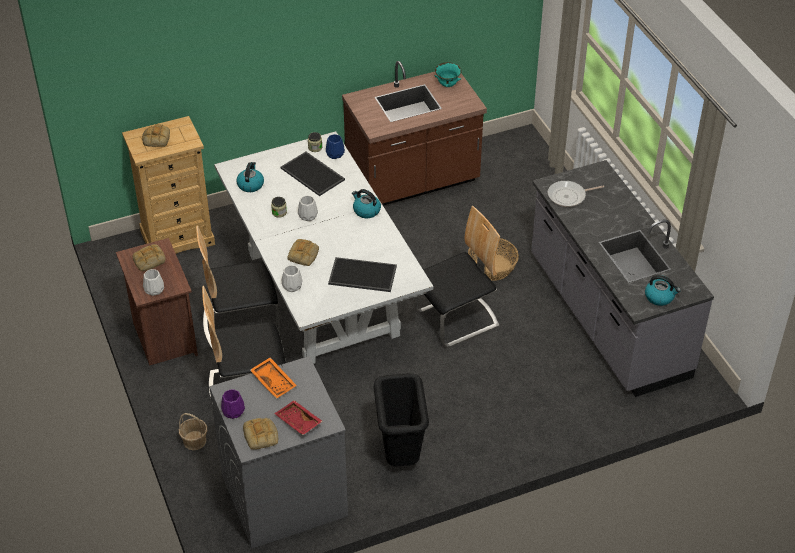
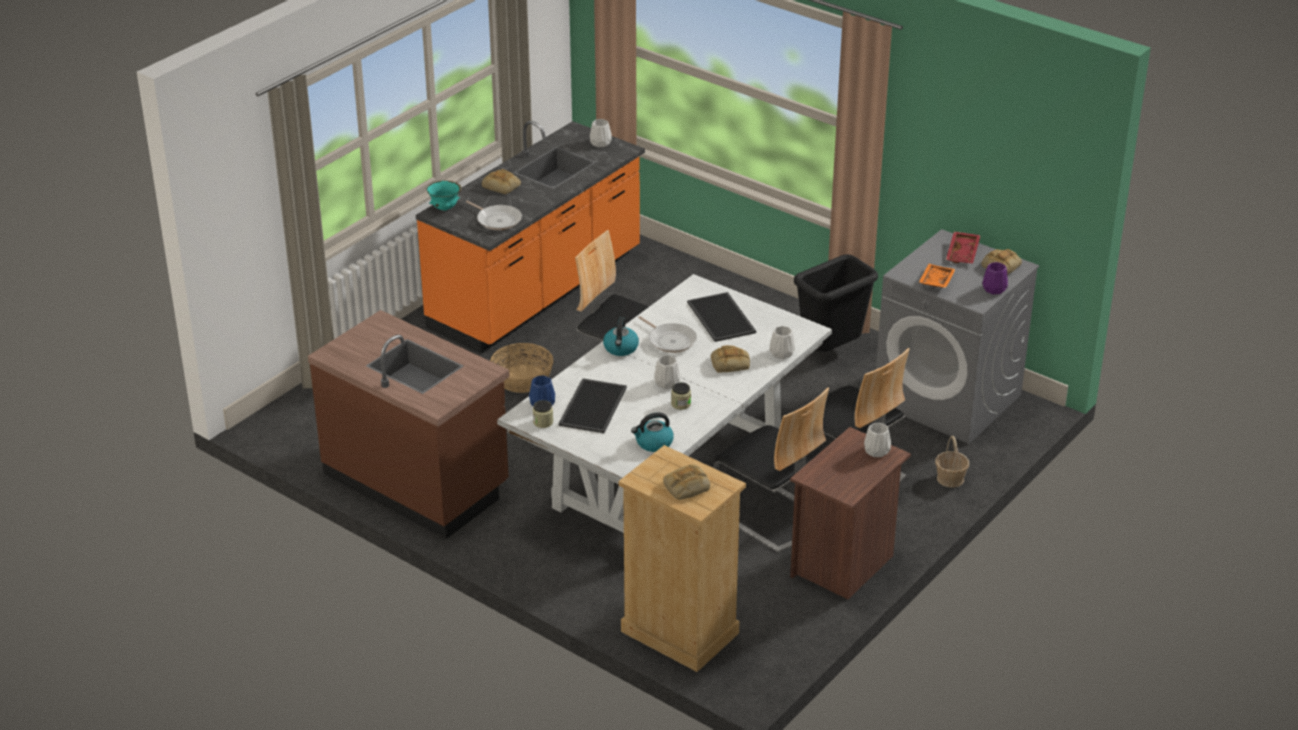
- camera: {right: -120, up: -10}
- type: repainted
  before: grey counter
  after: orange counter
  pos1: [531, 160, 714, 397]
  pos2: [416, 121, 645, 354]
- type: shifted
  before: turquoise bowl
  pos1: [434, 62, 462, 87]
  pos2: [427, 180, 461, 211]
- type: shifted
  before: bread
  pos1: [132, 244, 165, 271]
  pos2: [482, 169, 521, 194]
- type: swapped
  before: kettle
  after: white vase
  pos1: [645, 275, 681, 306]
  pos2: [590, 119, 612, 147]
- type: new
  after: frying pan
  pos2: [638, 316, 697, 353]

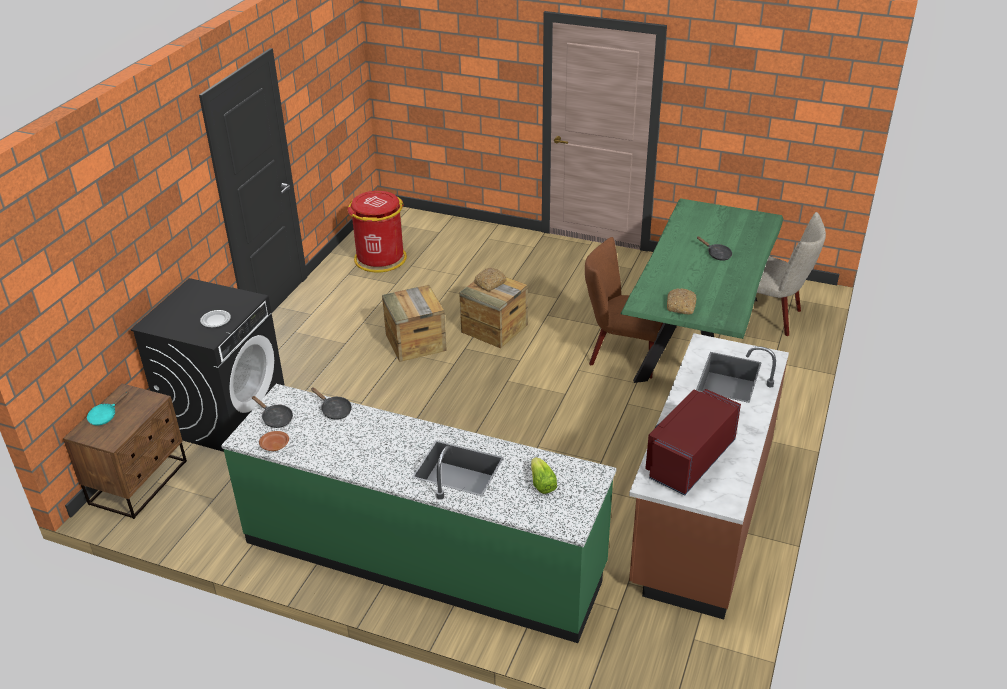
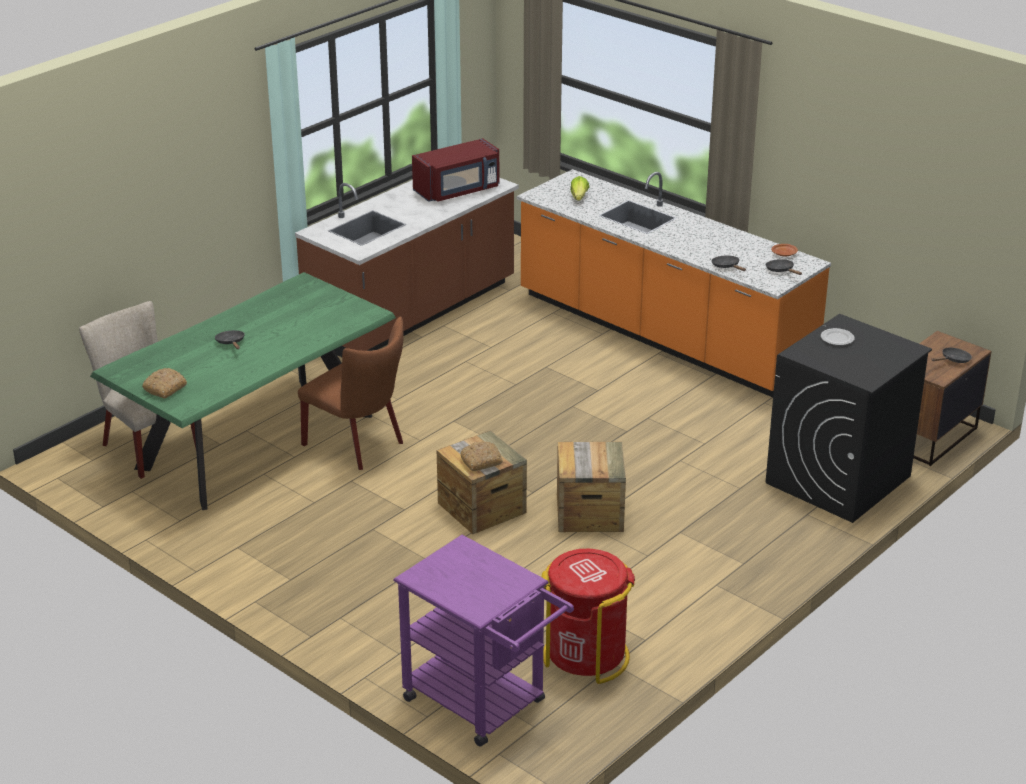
- camera: {right: -160, up: -5}
- type: shifted
  before: bread
  pos1: [667, 288, 697, 314]
  pos2: [142, 368, 187, 399]
- type: new
  after: purple cart
  pos2: [393, 535, 574, 747]
- type: repainted
  before: green counter
  after: orange counter
  pos1: [221, 384, 617, 643]
  pos2: [517, 169, 831, 397]
- type: repainted
  before: turquoise frying pan
  after: black frying pan
  pos1: [87, 391, 129, 426]
  pos2: [931, 348, 972, 363]

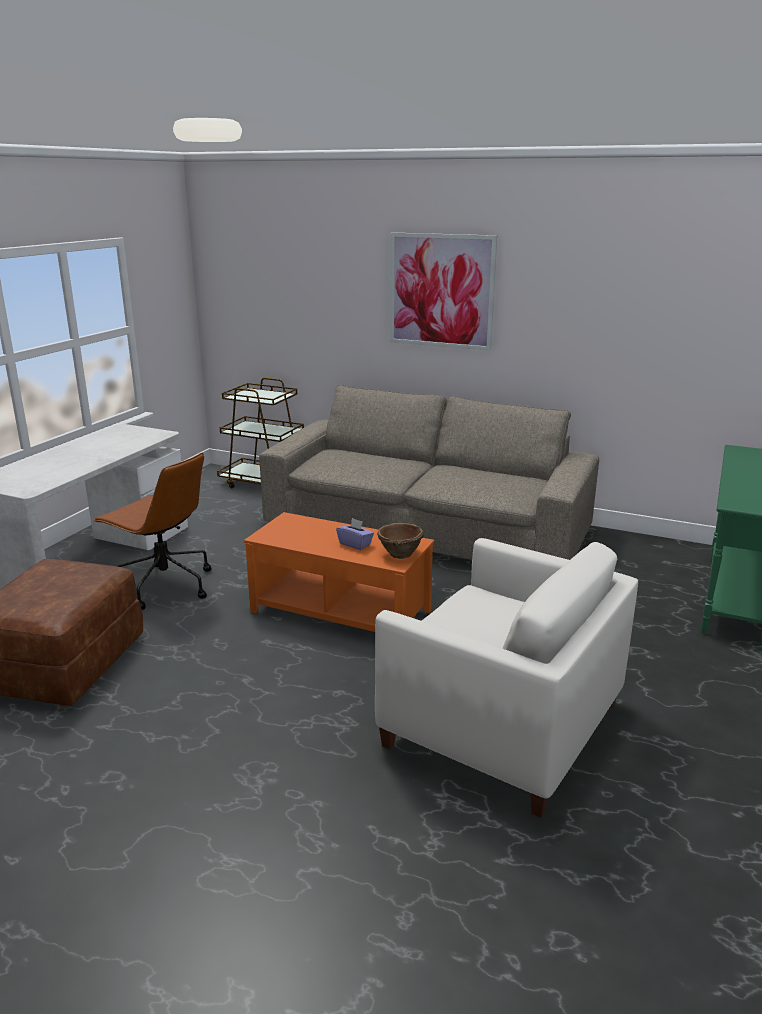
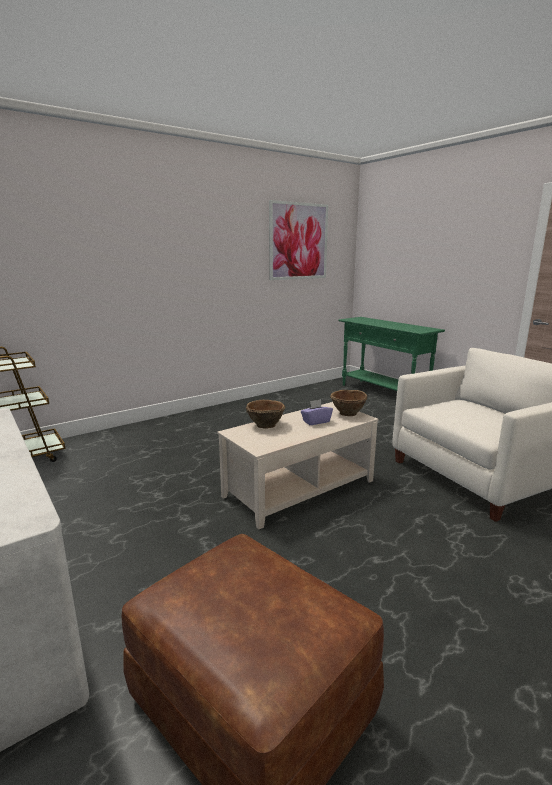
- camera: {right: -60, up: -5}
- type: repainted
  before: orange coffee table
  after: beige coffee table
  pos1: [244, 512, 434, 632]
  pos2: [217, 402, 379, 529]
- type: new
  after: brown bowl
  pos2: [246, 400, 285, 429]
- type: shifted
  before: picture
  pos1: [390, 232, 497, 351]
  pos2: [269, 200, 328, 280]
- type: gone
  before: brown office chair
  pos1: [93, 452, 212, 610]
- type: gone
  before: beige sofa
  pos1: [259, 385, 599, 560]

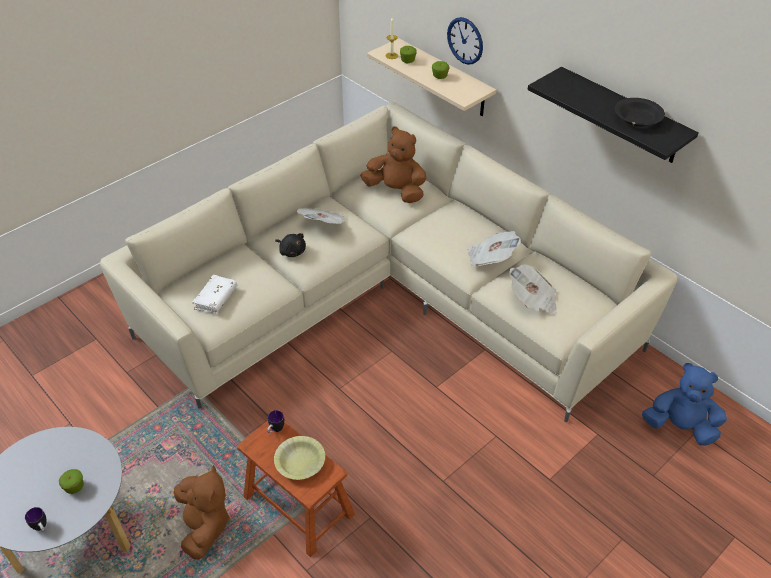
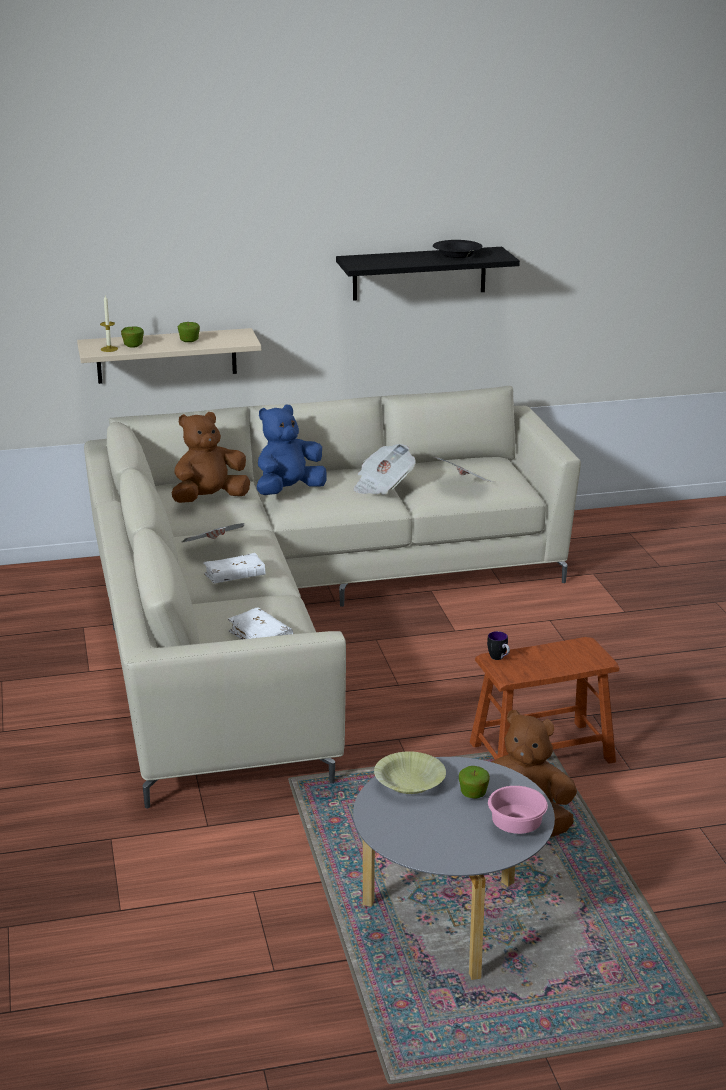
- camera: {right: -60, up: -20}
- type: swapped
  before: black plush toy
  after: white book
  pos1: [275, 233, 306, 257]
  pos2: [203, 553, 265, 583]
- type: shifted
  before: blue plush toy
  pos1: [642, 363, 727, 446]
  pos2: [257, 404, 327, 495]
- type: shifted
  before: yellow bowl
  pos1: [274, 436, 325, 480]
  pos2: [374, 751, 446, 794]
- type: swapped
  before: mug
  after: pink bowl
  pos1: [25, 507, 47, 531]
  pos2: [488, 786, 548, 834]
- type: gone
  before: wall clock
  pos1: [447, 17, 483, 65]

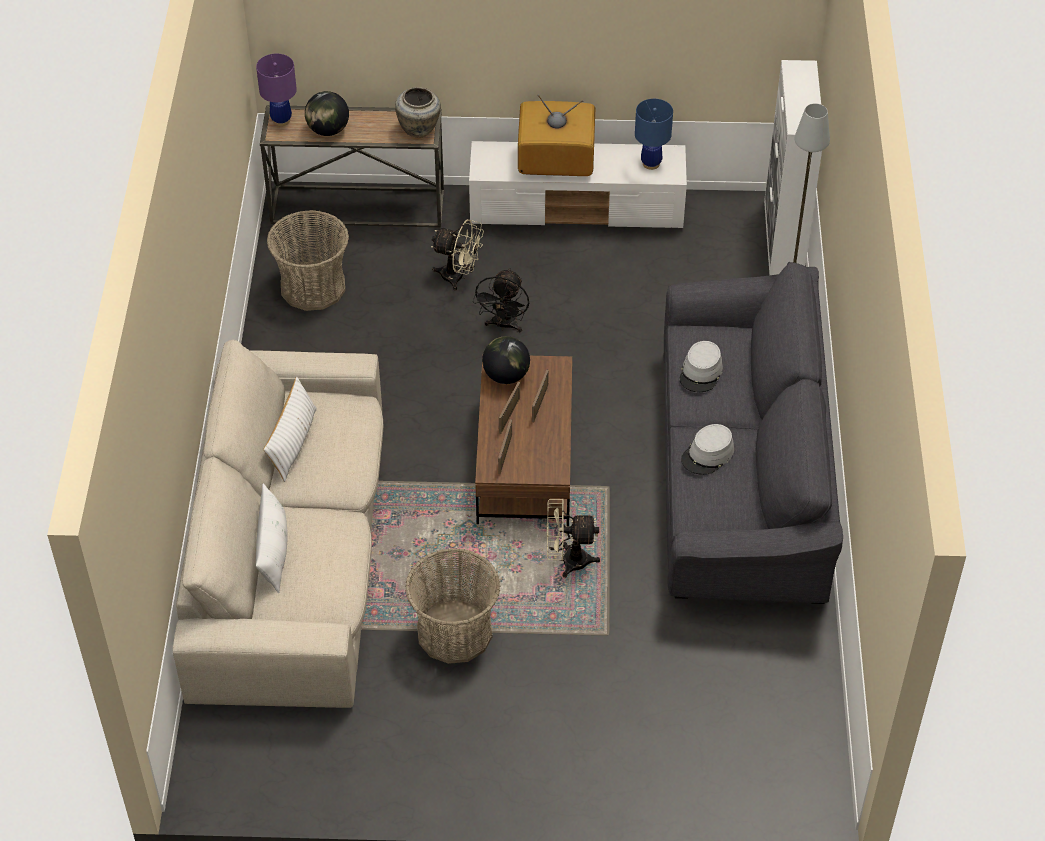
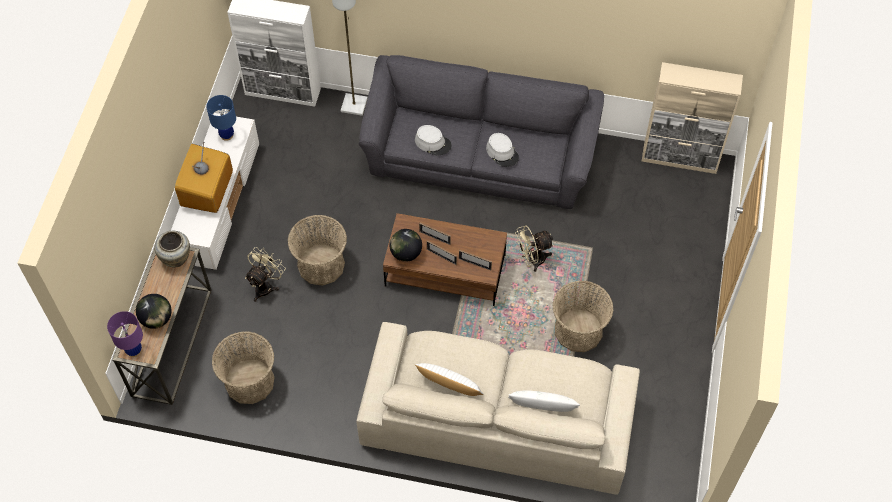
- camera: {right: -80, up: 10}
- type: swapped
  before: black fan
  after: basket
  pos1: [473, 268, 529, 332]
  pos2: [288, 215, 347, 286]
- type: rotated
  before: beige fan
  pos1: [547, 499, 600, 578]
  pos2: [515, 225, 554, 272]
  turn: 60
- type: new
  after: beige cabinet
  pos2: [642, 62, 743, 174]

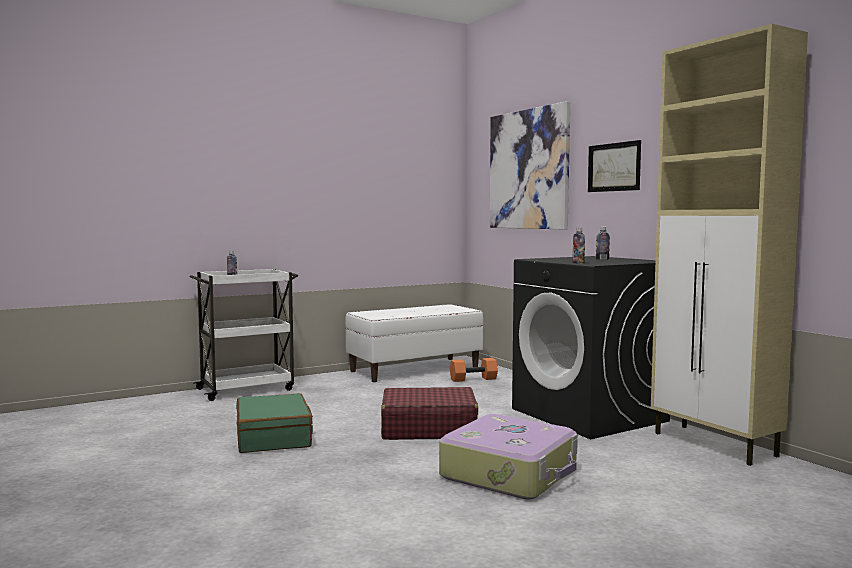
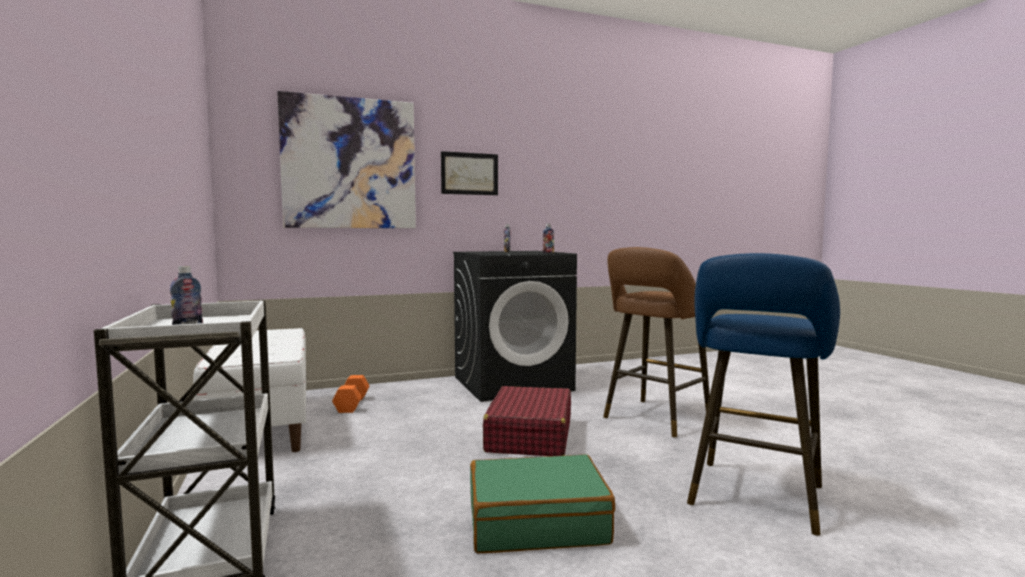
- camera: {right: -80, up: 0}
- type: swapped
  before: suitcase
  after: brown stool
  pos1: [439, 414, 578, 499]
  pos2: [603, 247, 710, 437]
- type: new
  after: blue stool
  pos2: [687, 253, 840, 536]
- type: gone
  before: beige cabinet
  pos1: [651, 24, 808, 466]

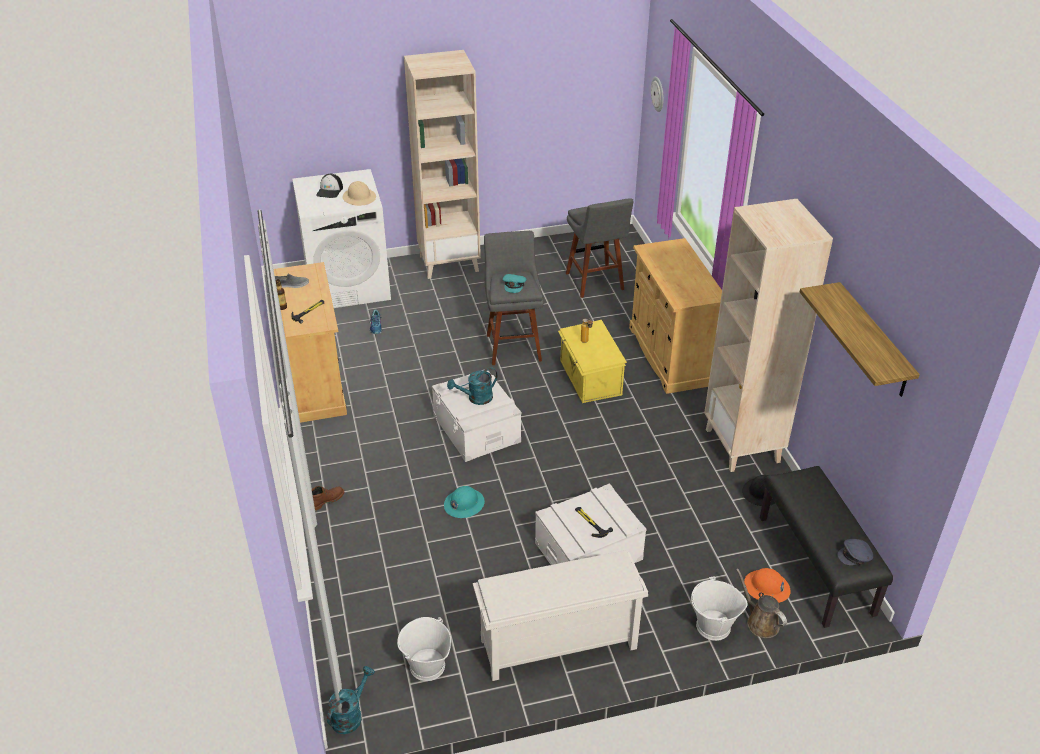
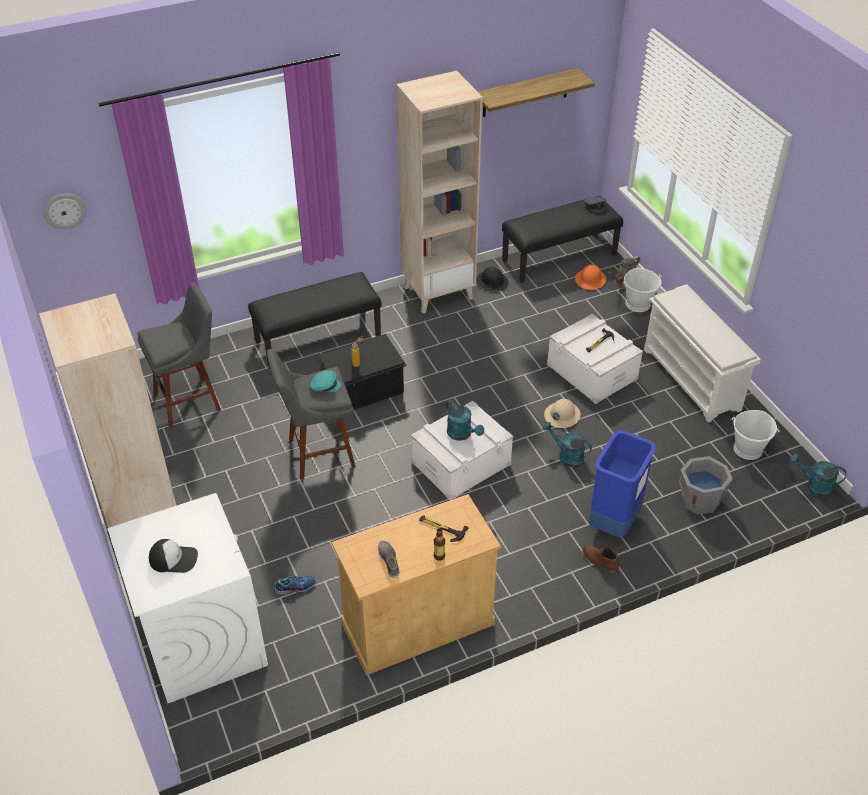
- camera: {right: -100, up: 5}
- type: swapped
  before: beige cabinet
  after: black bench
  pos1: [629, 238, 722, 394]
  pos2: [248, 272, 382, 369]
- type: repainted
  before: yellow storage box
  after: black storage box
  pos1: [558, 320, 627, 403]
  pos2: [318, 334, 407, 410]
- type: swapped
  before: turquoise hard hat
  after: turquoise watering can
  pos1: [444, 486, 485, 518]
  pos2: [543, 422, 592, 467]
- type: shifted
  before: beige hard hat
  pos1: [342, 181, 376, 206]
  pos2: [544, 399, 581, 428]
- type: new
  after: blue trash can
  pos2: [589, 430, 656, 538]
- type: new
  after: grey bucket
  pos2: [679, 456, 733, 514]

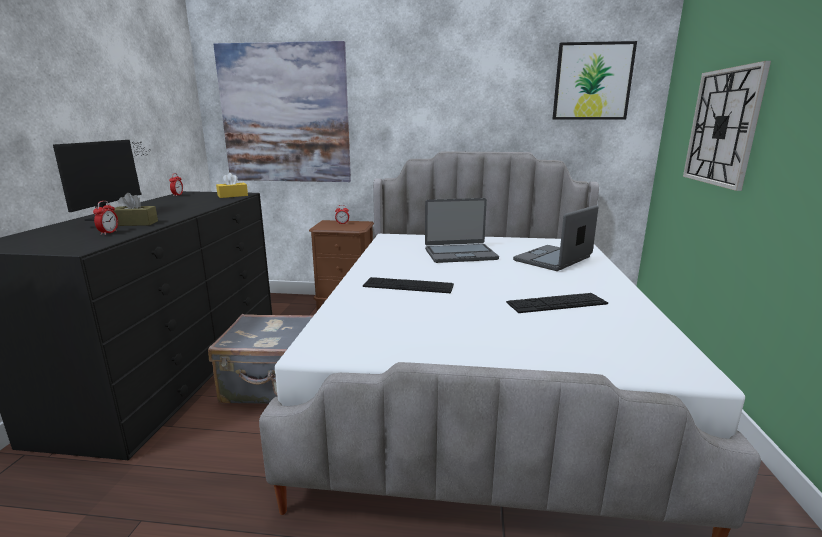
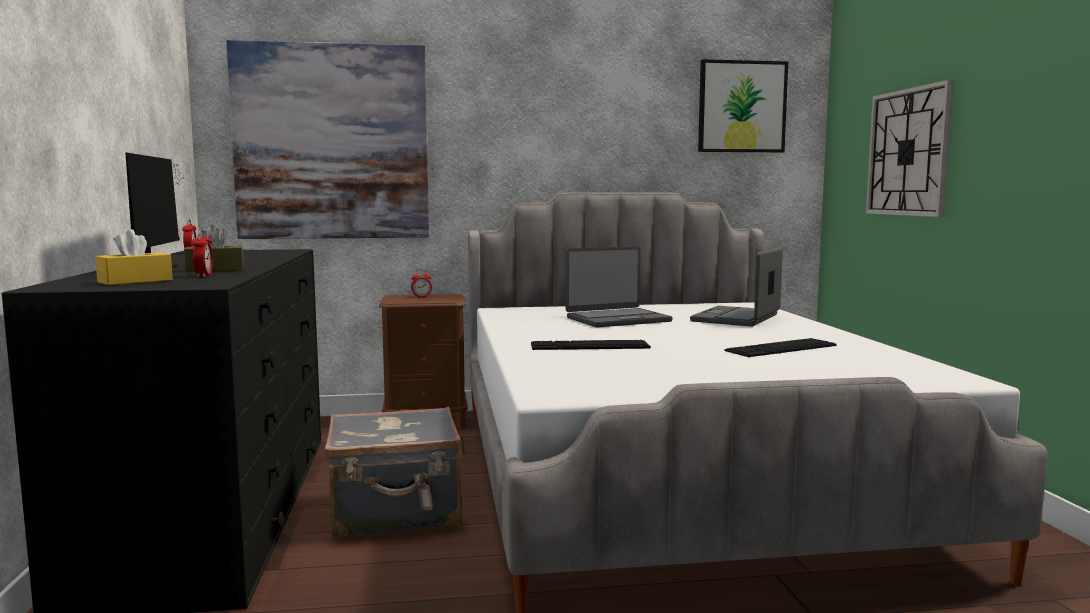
- camera: {right: -15, up: -10}
- type: shifted
  before: yellow tissue box
  pos1: [216, 173, 248, 198]
  pos2: [95, 229, 173, 285]

